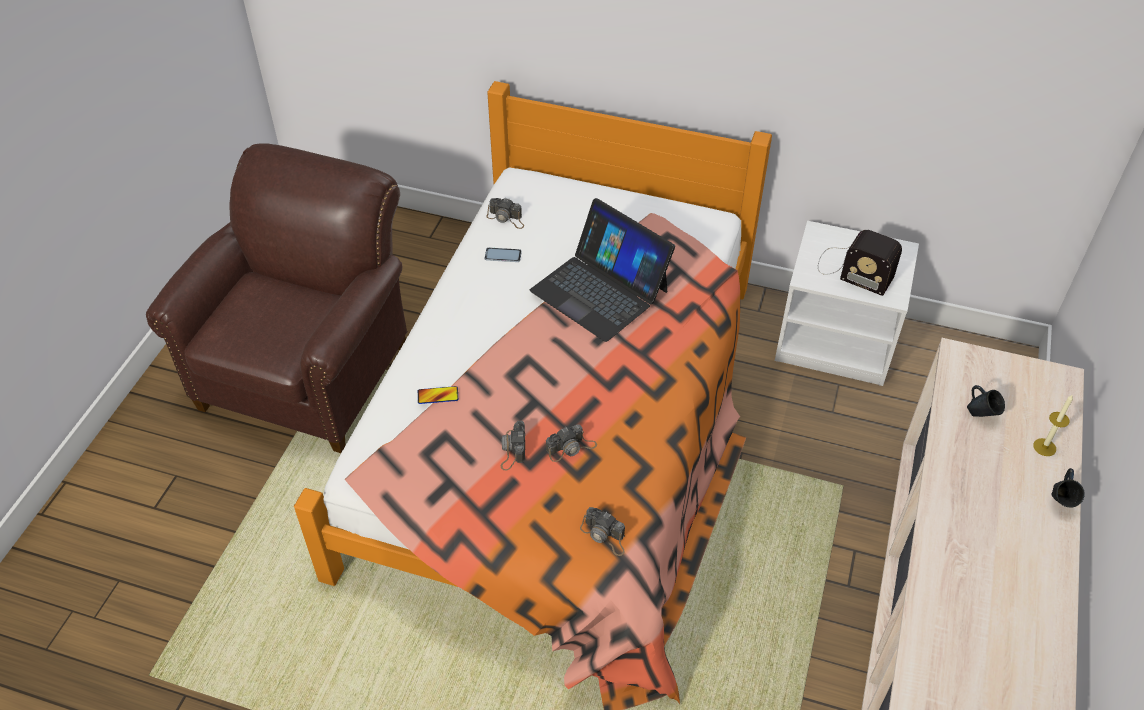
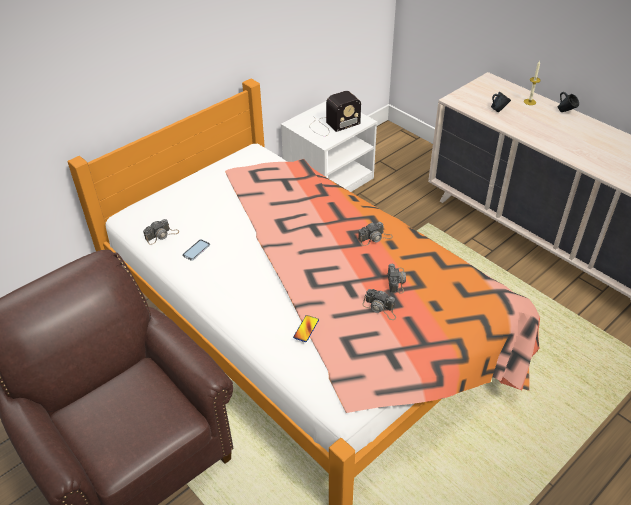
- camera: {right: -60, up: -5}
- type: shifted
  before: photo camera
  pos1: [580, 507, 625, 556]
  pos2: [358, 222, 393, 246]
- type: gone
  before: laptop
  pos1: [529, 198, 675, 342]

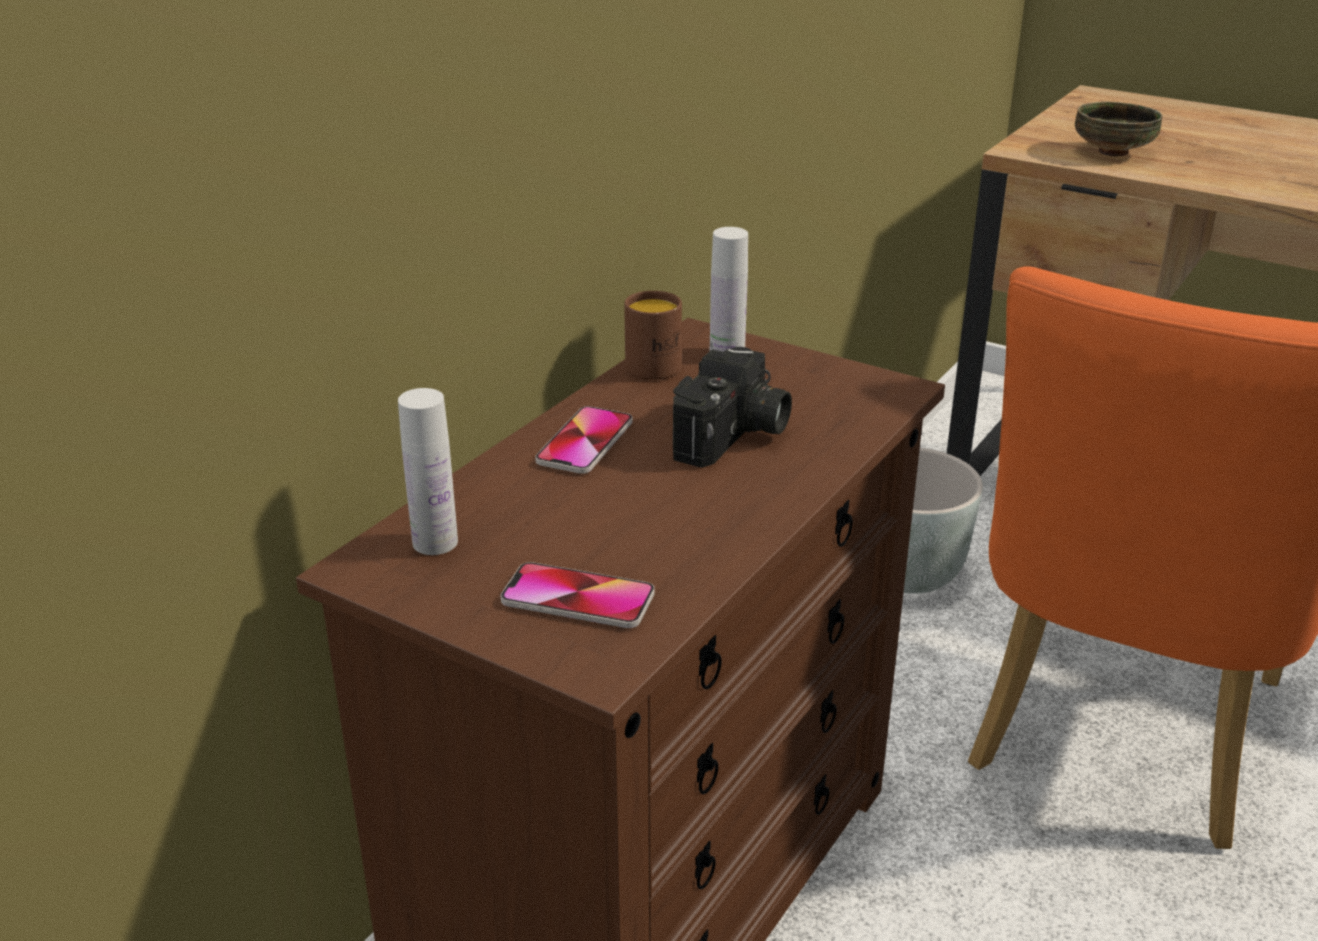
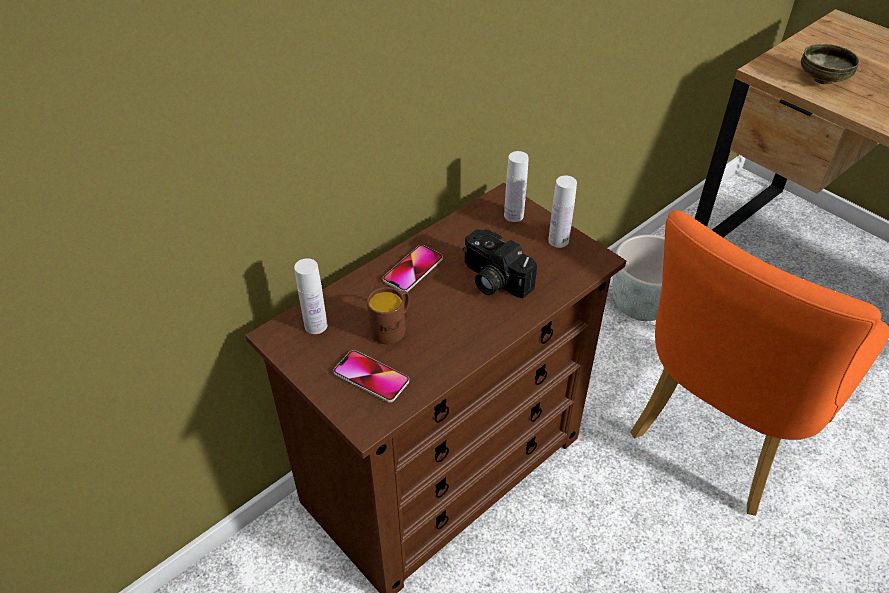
- camera: {right: 15, up: 15}
- type: shifted
  before: brown mug
  pos1: [624, 291, 682, 380]
  pos2: [367, 287, 410, 344]
- type: rotated
  before: photo camera
  pos1: [673, 347, 792, 468]
  pos2: [463, 229, 537, 298]
  turn: 90
- type: new
  after: white bottle
  pos2: [548, 175, 577, 248]

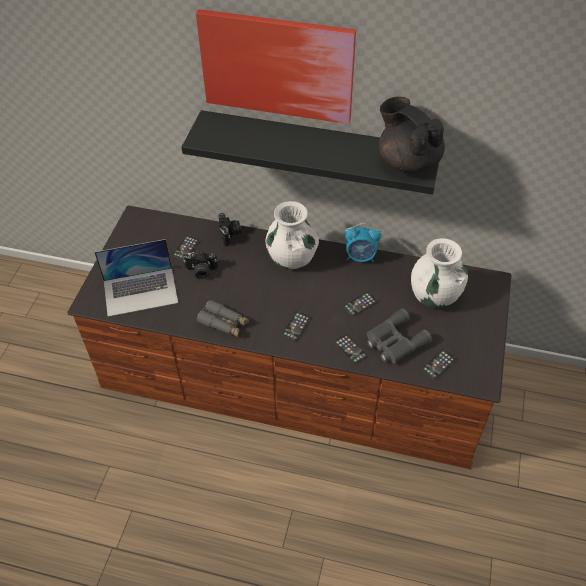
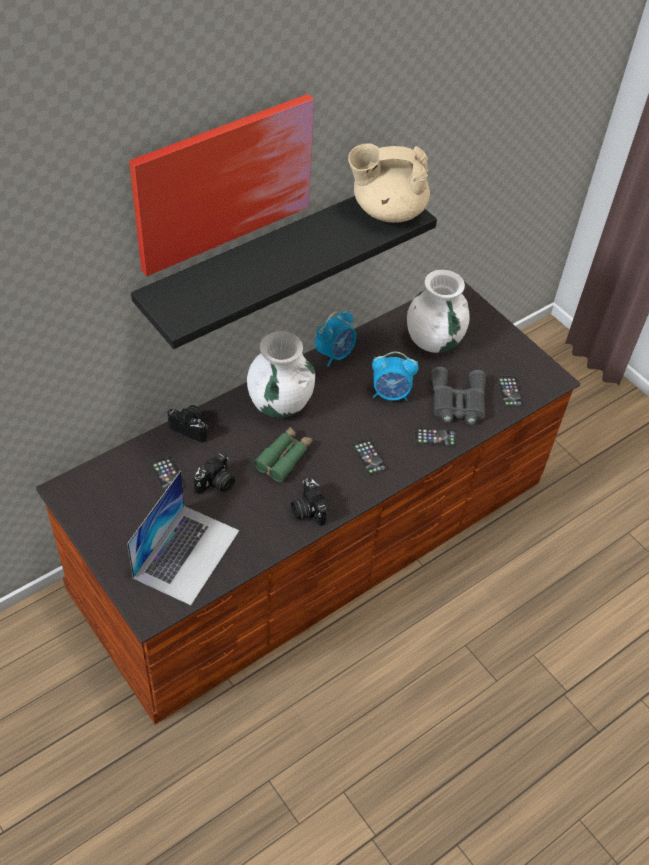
- camera: {right: -55, up: 0}
- type: new
  after: green binoculars
  pos2: [254, 427, 313, 482]
- type: swapped
  before: grey binoculars
  after: photo camera
  pos1: [197, 300, 249, 337]
  pos2: [291, 477, 327, 526]
- type: repainted
  before: black teapot
  after: beige teapot
  pos1: [379, 96, 445, 173]
  pos2: [348, 143, 430, 223]
- type: swapped
  before: phone
  after: alarm clock
  pos1: [343, 291, 378, 316]
  pos2: [372, 352, 419, 401]

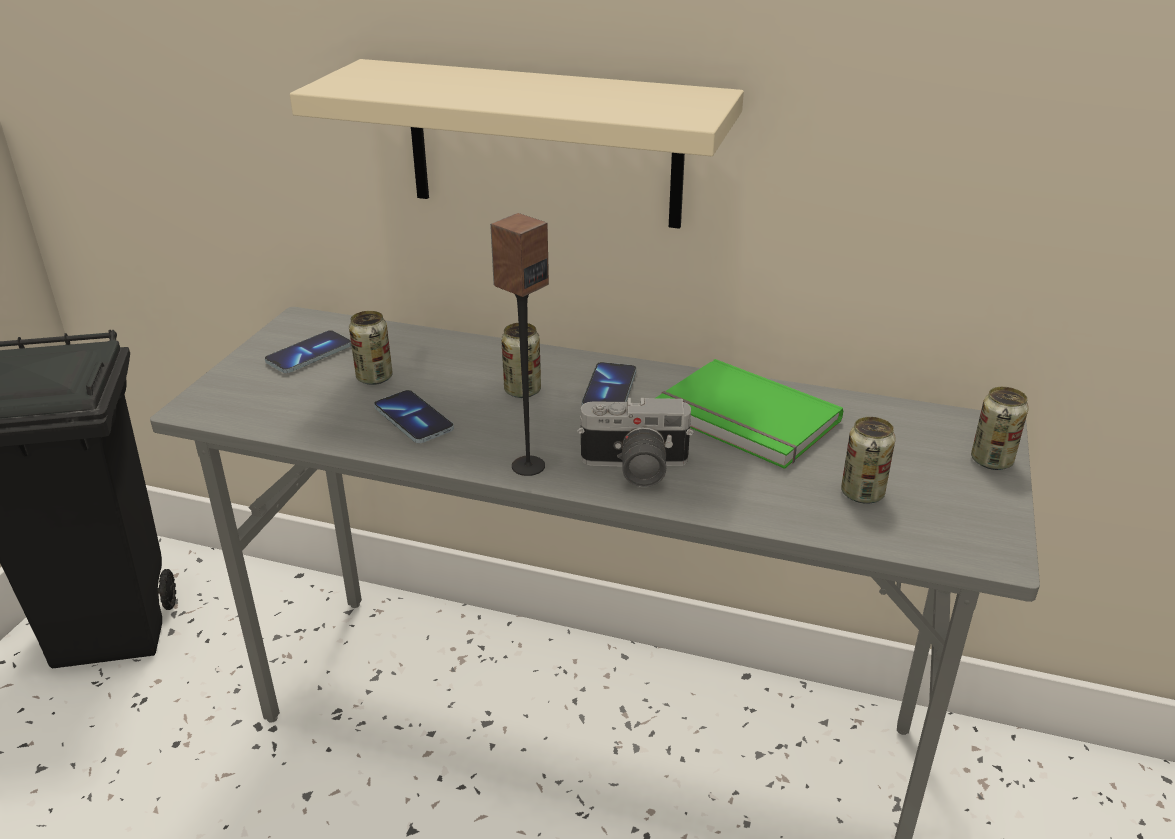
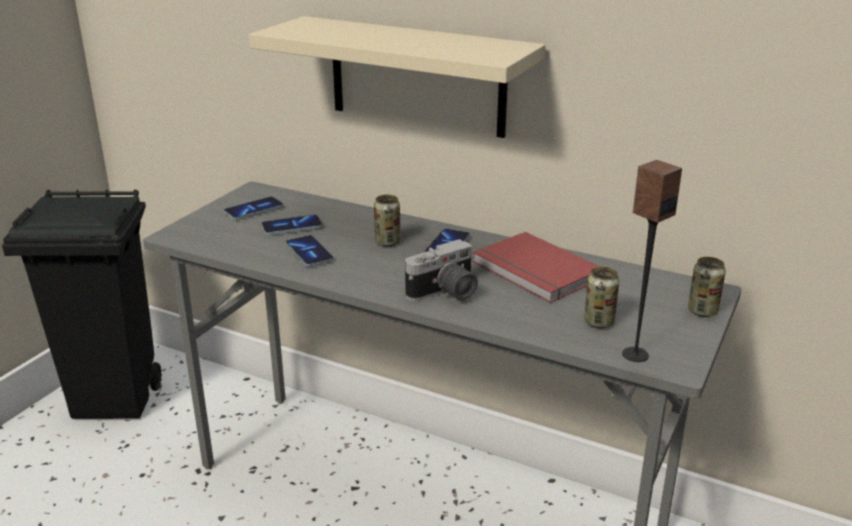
- camera: {right: 10, up: -5}
- type: swapped
  before: can
  after: phone
  pos1: [349, 311, 393, 385]
  pos2: [262, 215, 322, 235]
- type: rotated
  before: photo camera
  pos1: [577, 398, 693, 487]
  pos2: [405, 239, 478, 301]
  turn: -45
- type: repainted
  before: green book
  after: red book
  pos1: [656, 359, 843, 469]
  pos2: [473, 232, 601, 303]
- type: shifted
  before: speaker
  pos1: [490, 213, 549, 476]
  pos2: [622, 160, 682, 362]

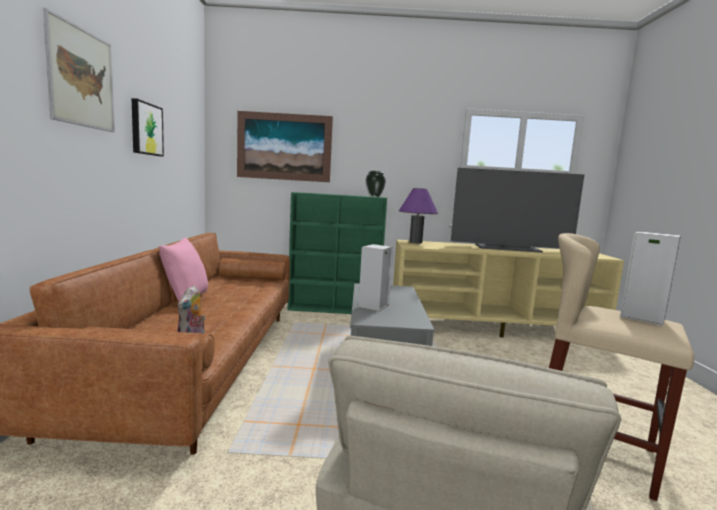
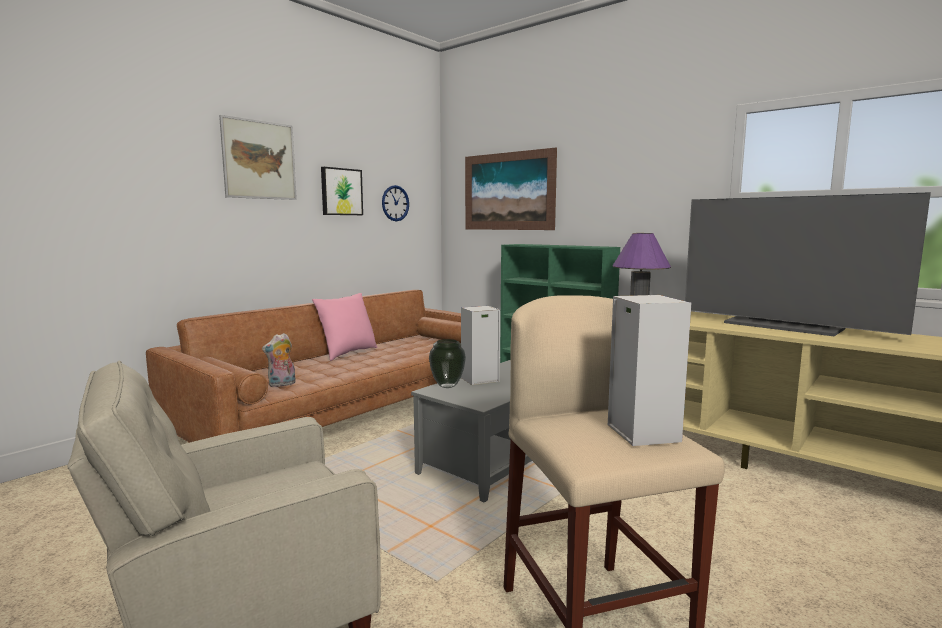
- camera: {right: 40, up: 0}
- type: new
  after: wall clock
  pos2: [382, 185, 409, 221]
- type: shifted
  before: vase
  pos1: [366, 171, 386, 197]
  pos2: [429, 339, 466, 388]

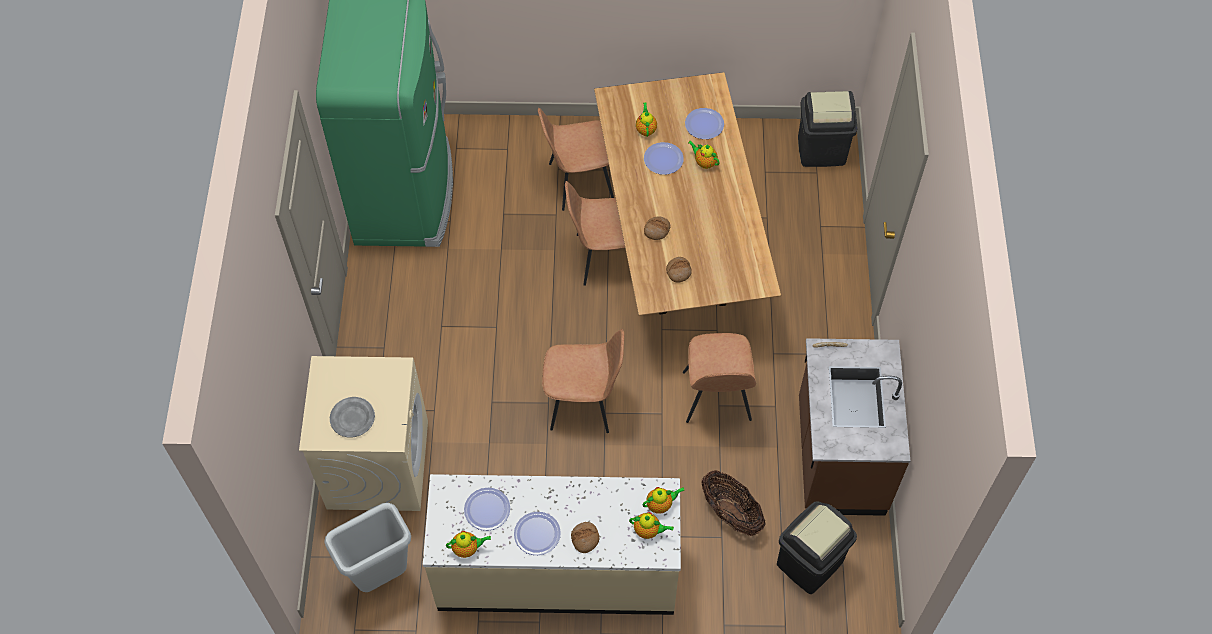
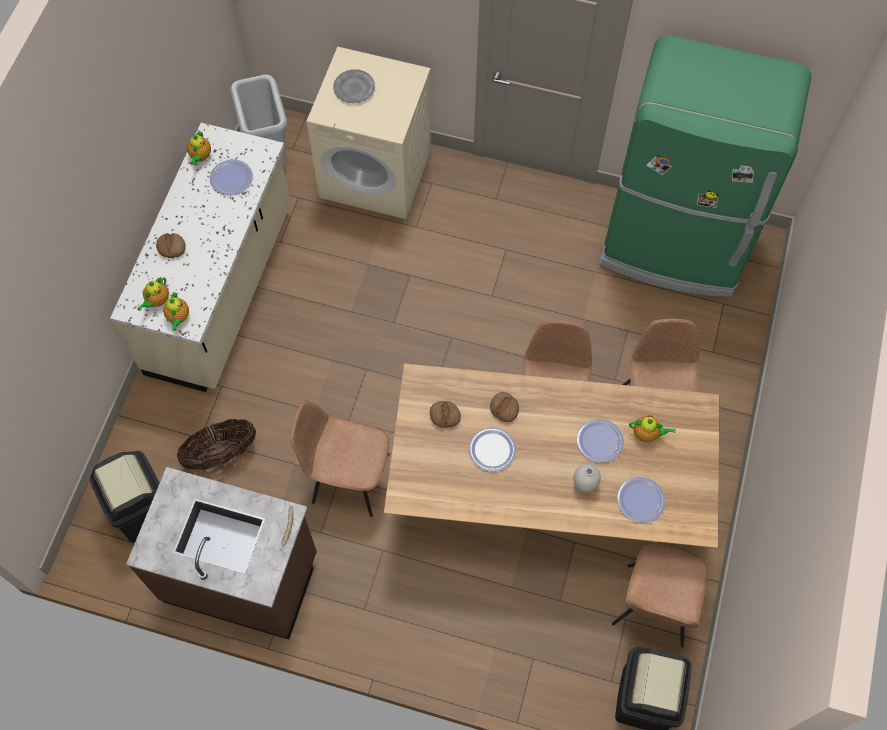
- camera: {right: 105, up: 5}
- type: shifted
  before: plate
  pos1: [514, 512, 561, 555]
  pos2: [469, 427, 516, 472]
- type: swapped
  before: teapot
  after: white vase
  pos1: [688, 141, 720, 169]
  pos2: [573, 464, 601, 492]
- type: shifted
  before: brown chair
  pos1: [542, 329, 624, 433]
  pos2: [612, 543, 708, 648]

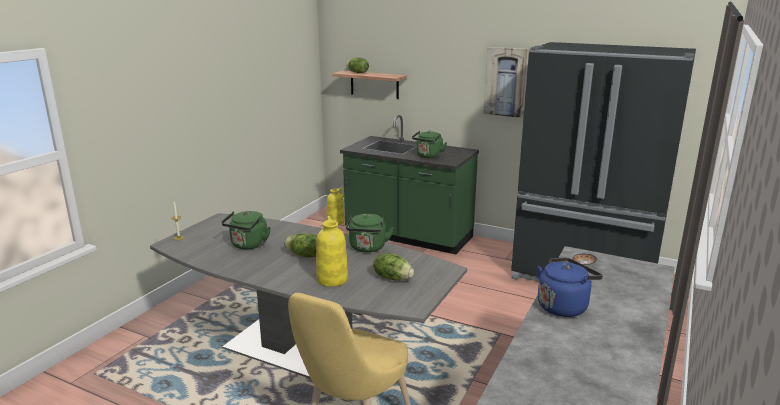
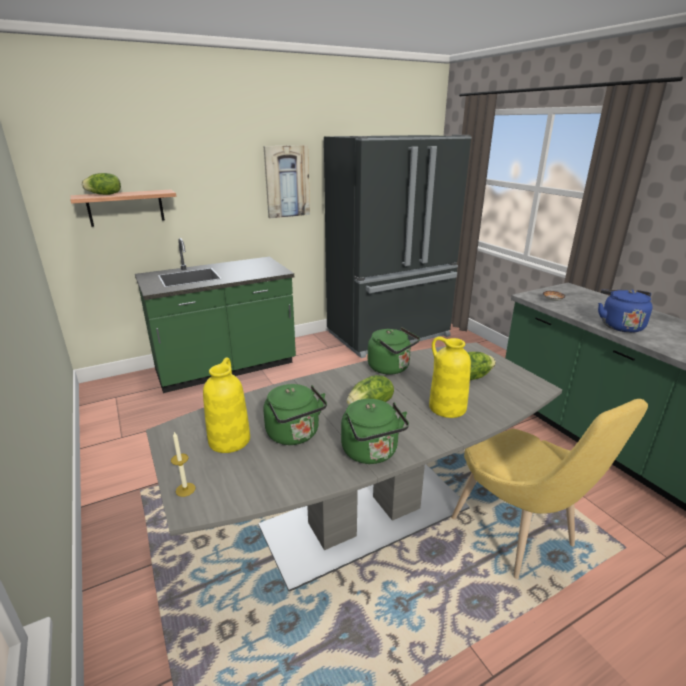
- camera: {right: -55, up: 5}
- type: shifted
  before: yellow vase
  pos1: [327, 188, 344, 225]
  pos2: [203, 357, 250, 453]
- type: shifted
  before: green kettle
  pos1: [412, 130, 447, 158]
  pos2: [341, 399, 409, 464]

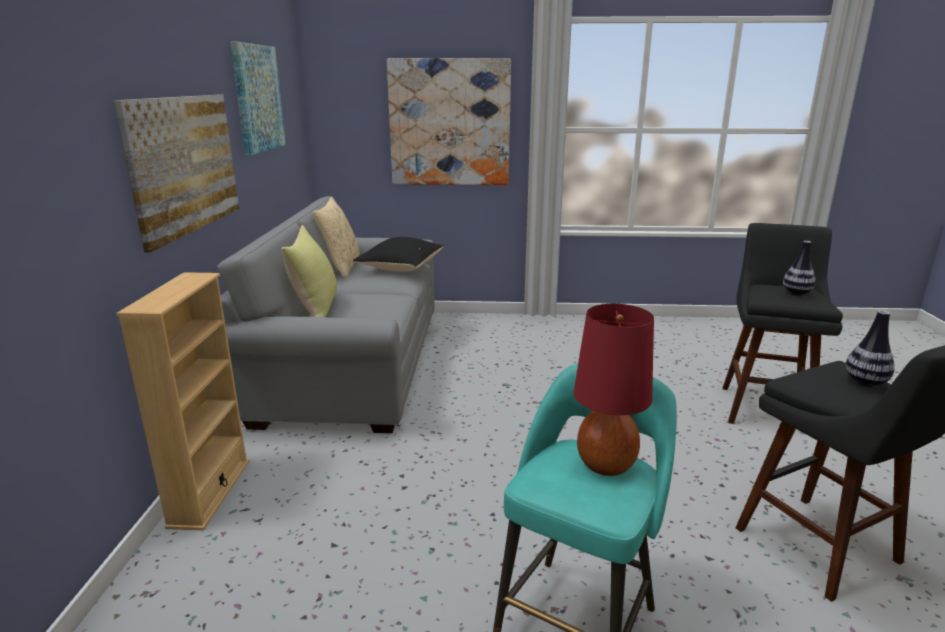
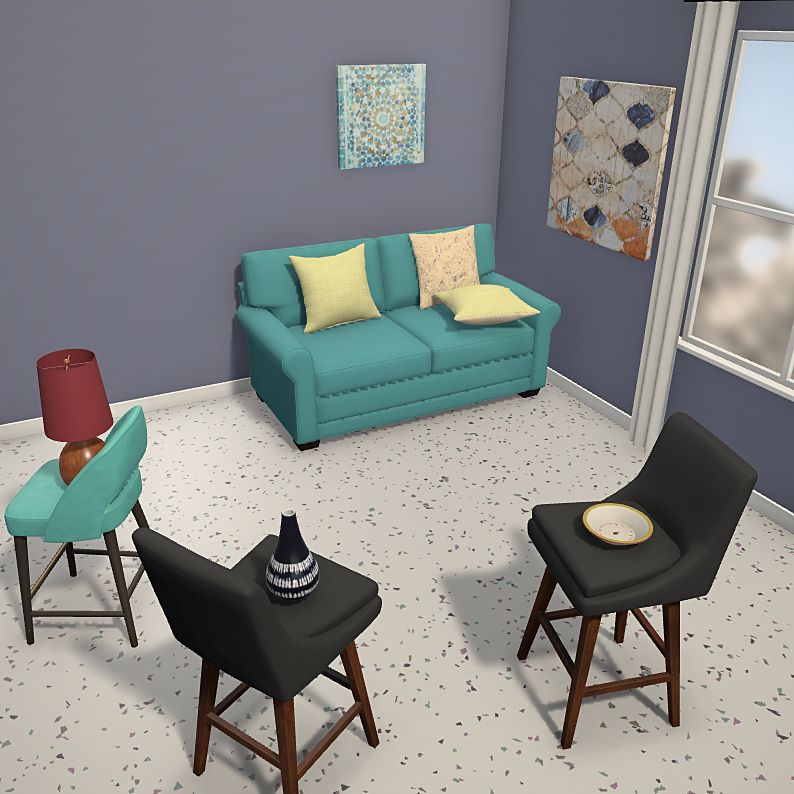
- camera: {right: 60, up: 5}
- type: repainted
  before: grey sofa
  after: turquoise sofa
  pos1: [217, 196, 434, 433]
  pos2: [237, 223, 561, 451]
- type: repainted
  before: black pillow
  after: yellow pillow
  pos1: [353, 237, 444, 272]
  pos2: [434, 284, 540, 325]
- type: swapped
  before: vase
  after: bowl
  pos1: [783, 241, 816, 296]
  pos2: [582, 503, 653, 546]
- type: gone
  before: picture
  pos1: [114, 95, 239, 253]
- type: gone
  before: beige bookcase
  pos1: [116, 272, 250, 530]

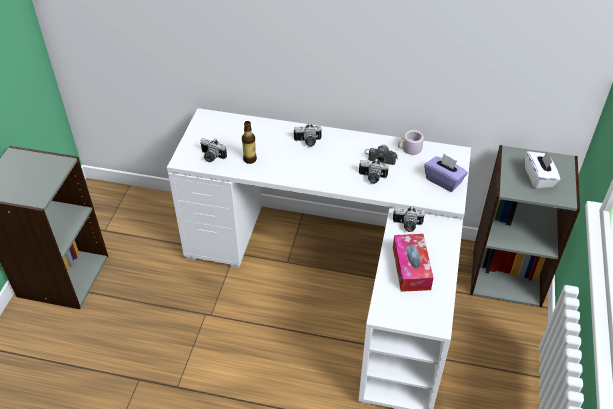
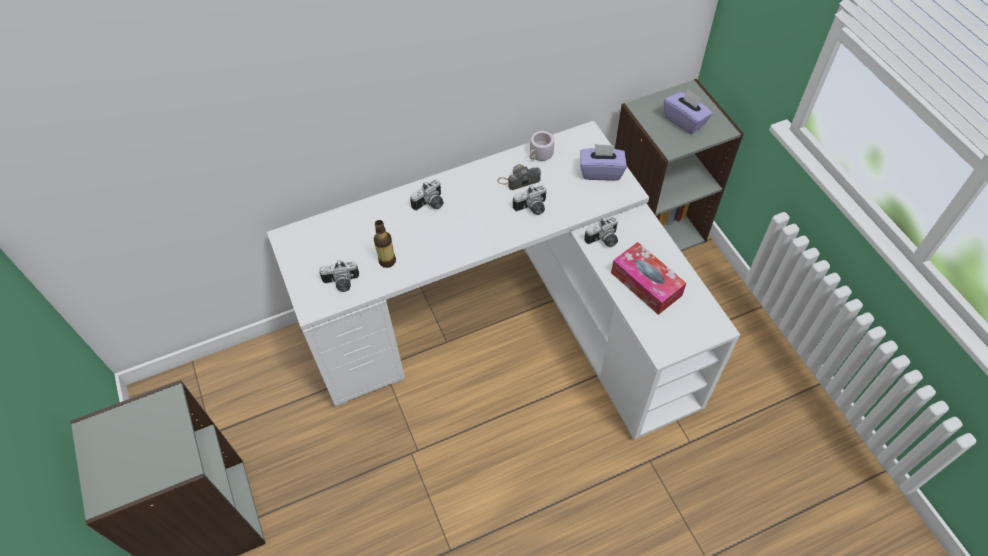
- camera: {right: -35, up: 10}
- type: repainted
  before: white tissue box
  after: purple tissue box
  pos1: [525, 151, 560, 189]
  pos2: [664, 89, 713, 134]

